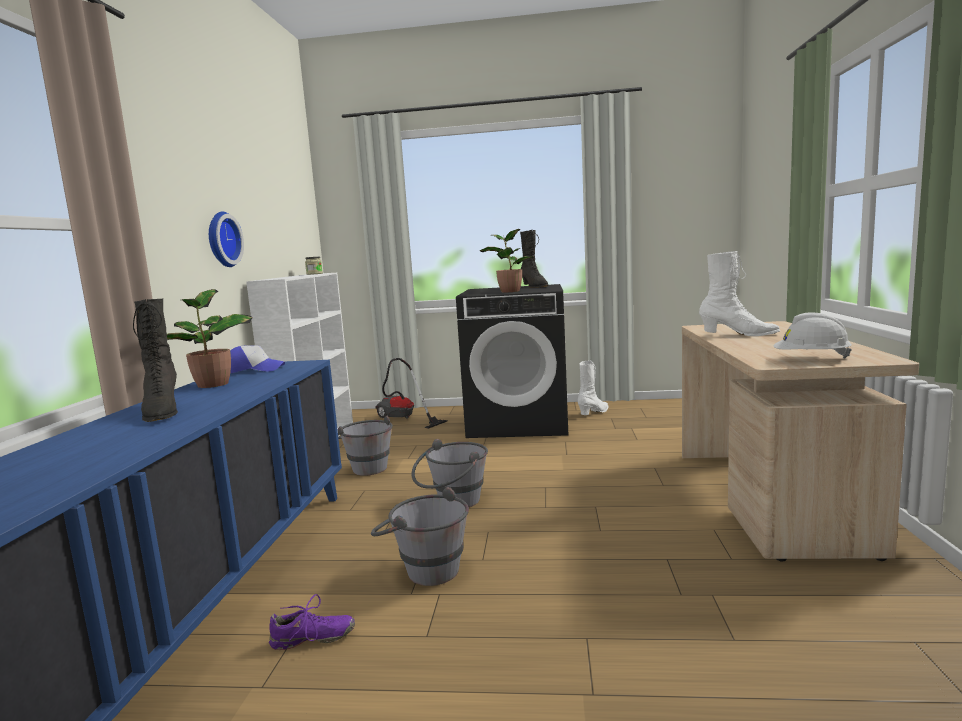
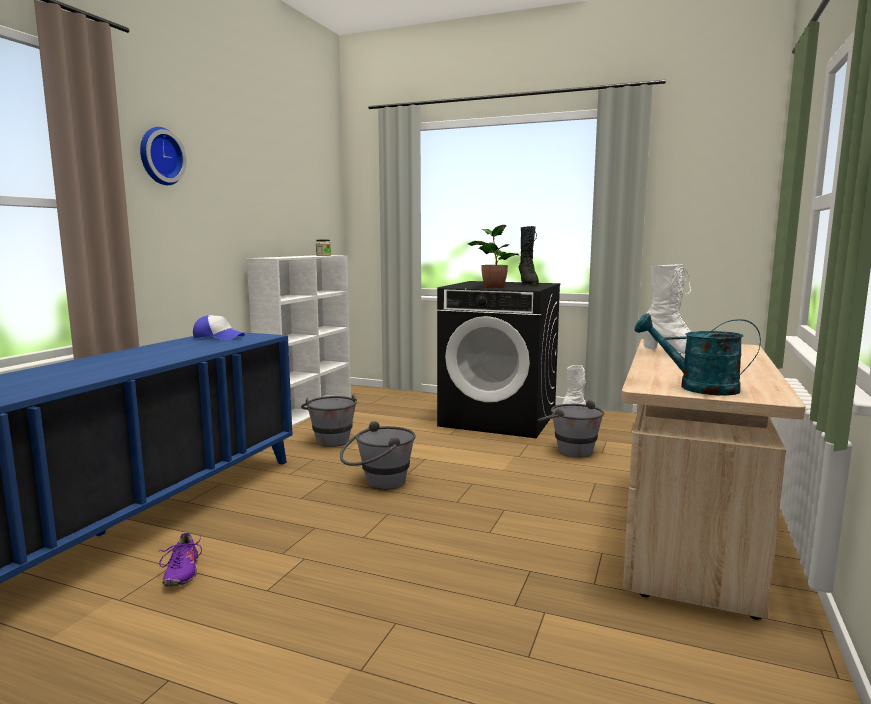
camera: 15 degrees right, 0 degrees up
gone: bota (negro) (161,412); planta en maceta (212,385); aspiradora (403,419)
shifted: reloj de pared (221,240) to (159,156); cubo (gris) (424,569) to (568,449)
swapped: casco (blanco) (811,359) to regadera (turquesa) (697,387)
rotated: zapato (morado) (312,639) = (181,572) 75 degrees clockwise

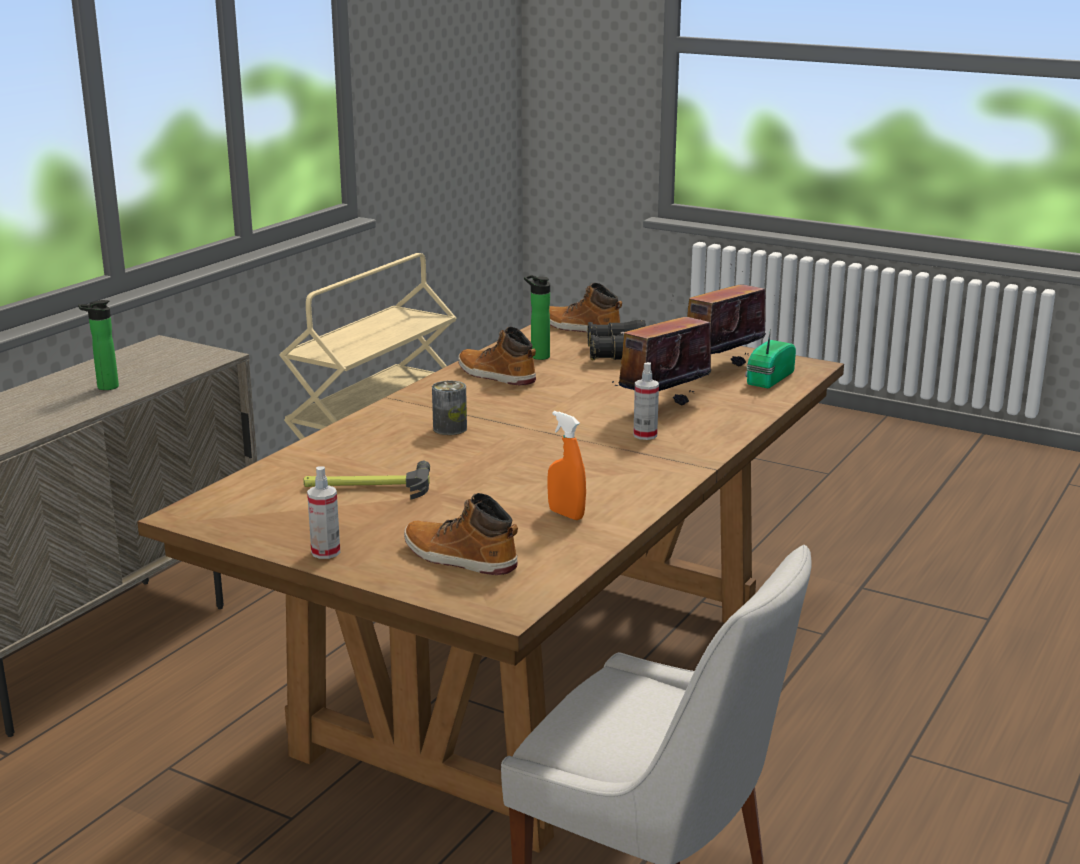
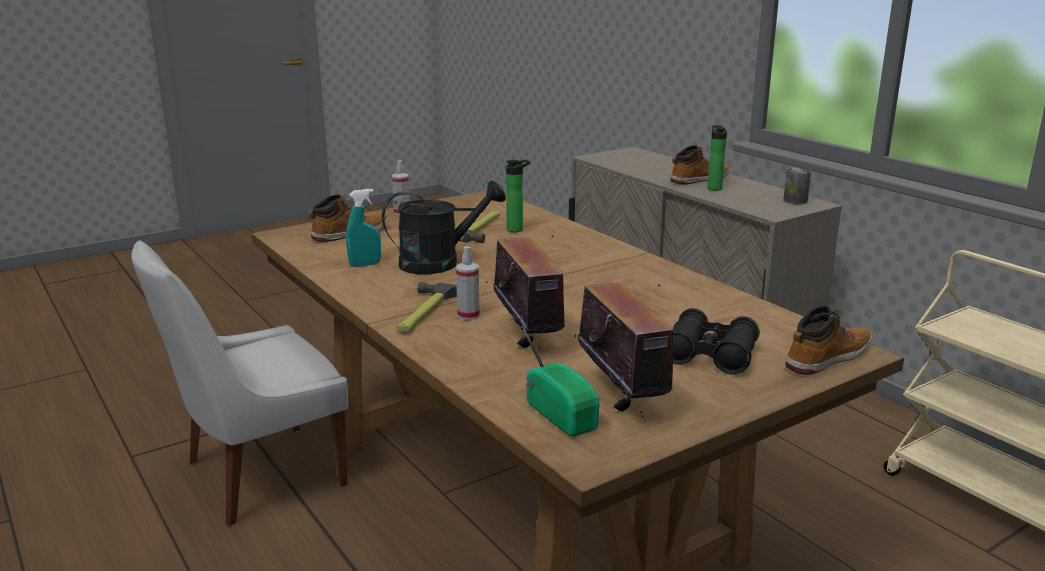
camera: 115 degrees right, 0 degrees up
new: regadera (negro) (439,262); martillo (425,313)
shifted: lata (450,428) to (795,201); bota (495,375) to (699,179); botella (538,356) to (517,229)
repainted: pulverizador (naranja) (566,514) to pulverizador (turquesa) (365,264)

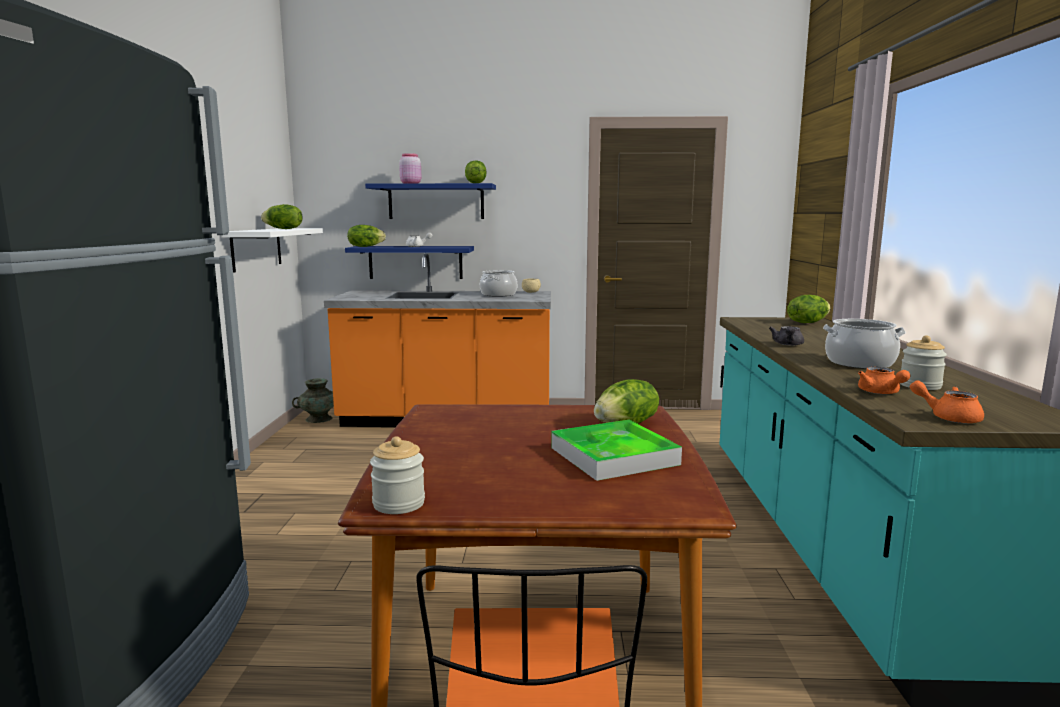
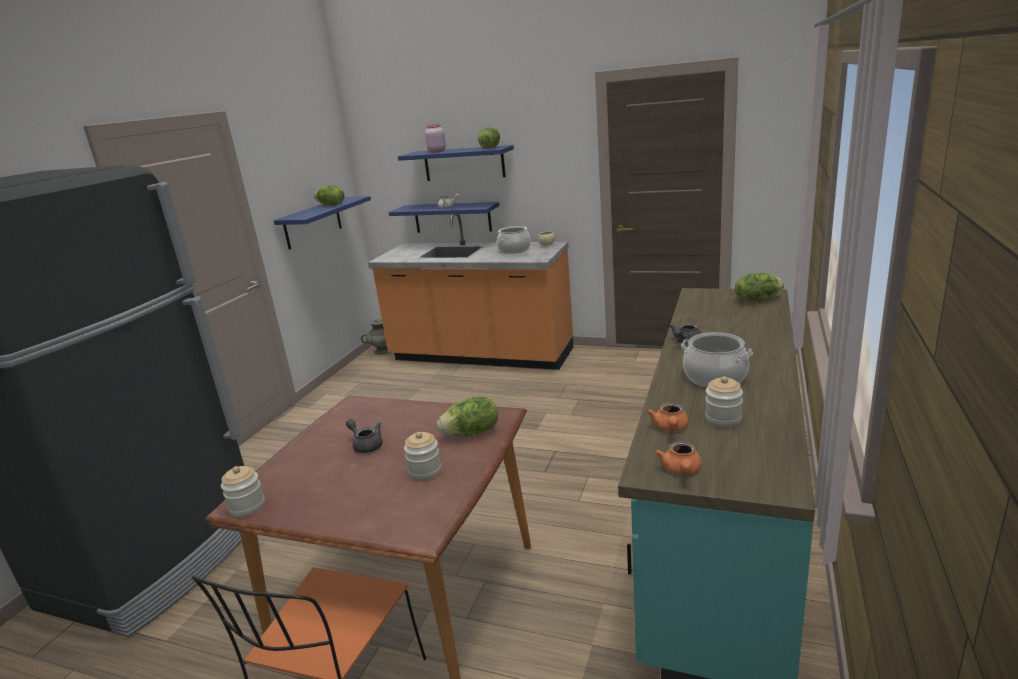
camera: 20 degrees right, 10 degrees up
gone: lechuga (365,246)
new: tetera (gris) (366,445)
swapped: bandeja (614,456) to tarro (425,471)
repainted: estante (blanco) (256,248) to estante (azul) (313,223)
rotated: tetera (naranja) (948,417) = (681,470) 135 degrees counterclockwise

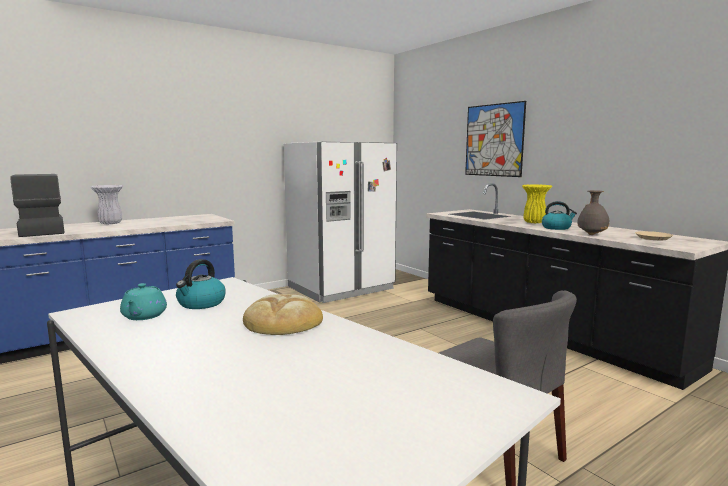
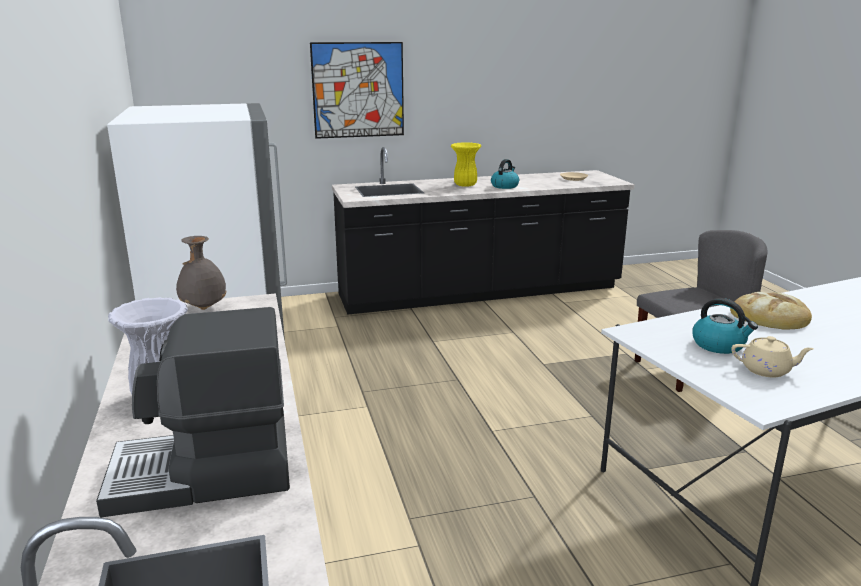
camera: 70 degrees left, 10 degrees up
shifted: florero (gris) (592,234) to (203,307)
repainted: tetera (turquesa) (144,316) to tetera (beis) (767,370)

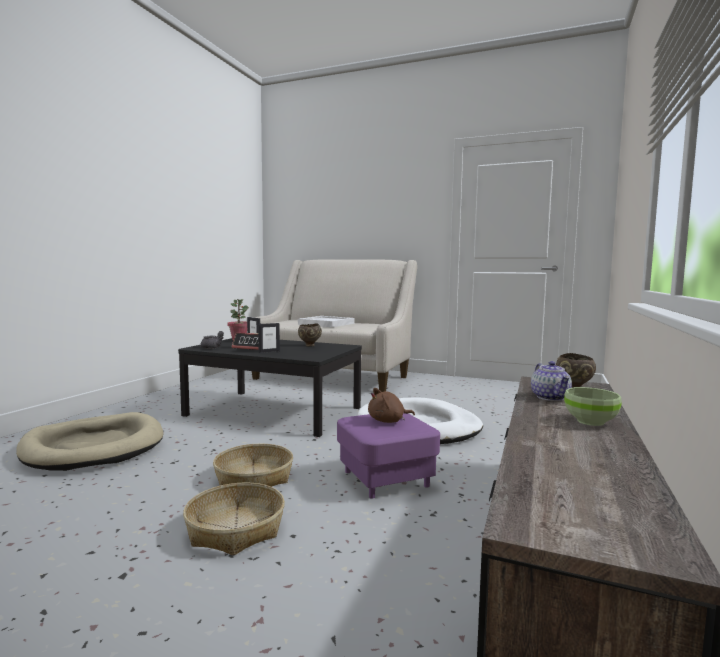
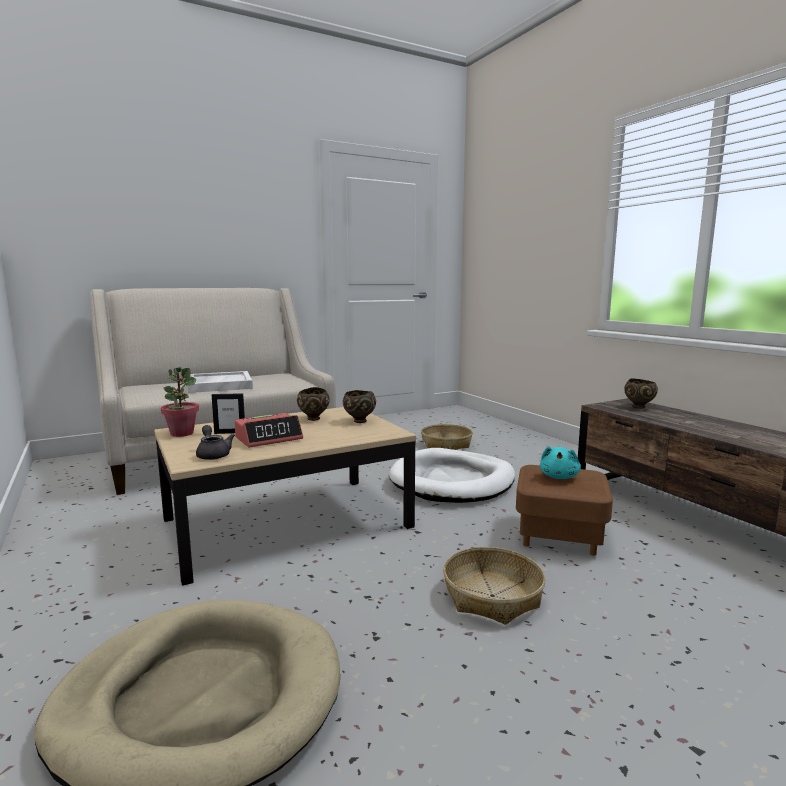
camera: 50 degrees left, 5 degrees up
gone: portarretratos (269,351); tetera (550,397); cuenco (verde) (591,421)
new: cuenco (marrón) (359,421)
shifted: cesta (235,529) to (446,444)
repainted: mesa de centro (negro) (274,411) to mesa de centro (beis) (287,523); puf (morado) (386,479) to puf (marrón) (559,535); peluche (marrón) (388,421) to peluche (turquesa) (559,477)

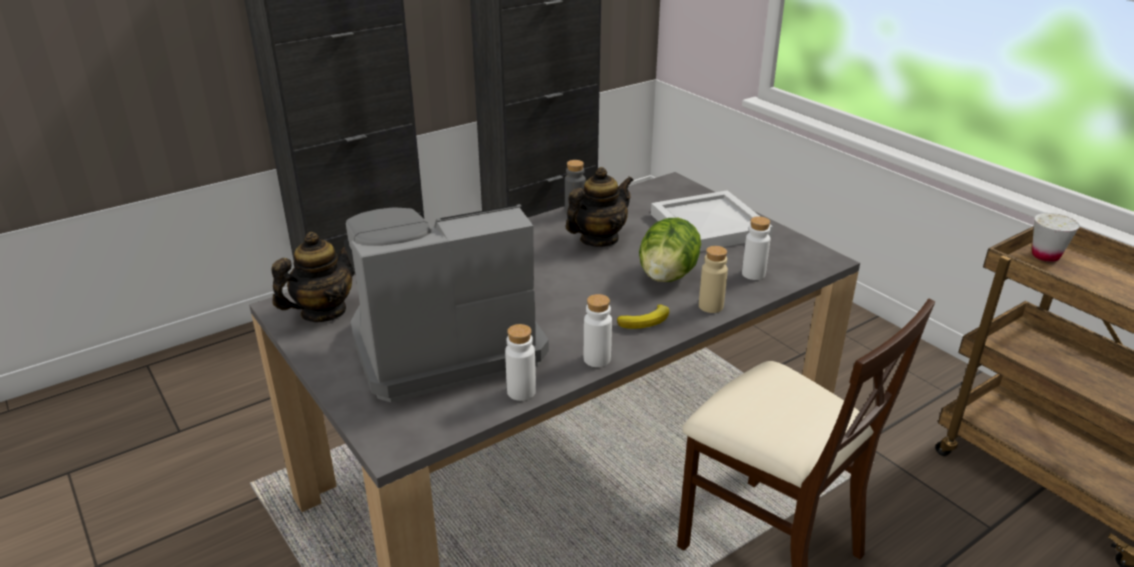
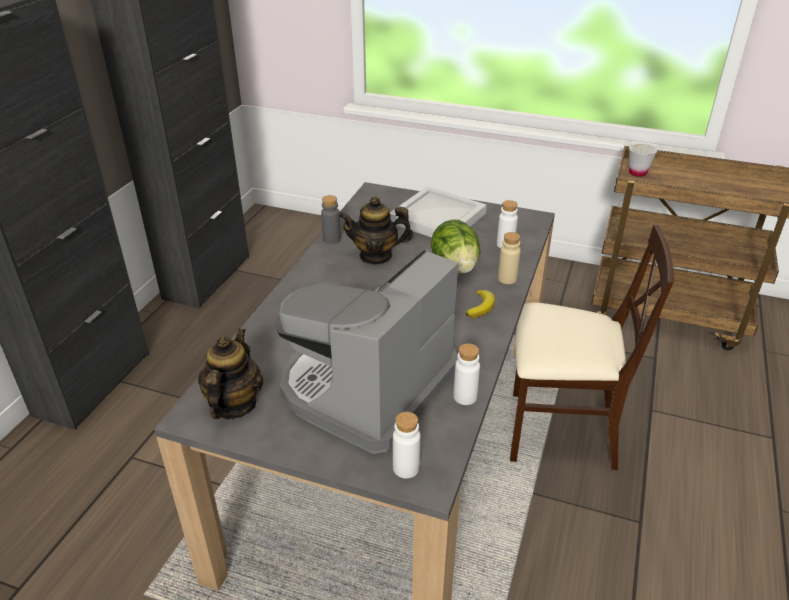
camera: 35 degrees left, 5 degrees up
shifted: botella (blanco) (597,359) to (406,468)
rotated: tetera (598,239) = (376,256) 105 degrees counterclockwise

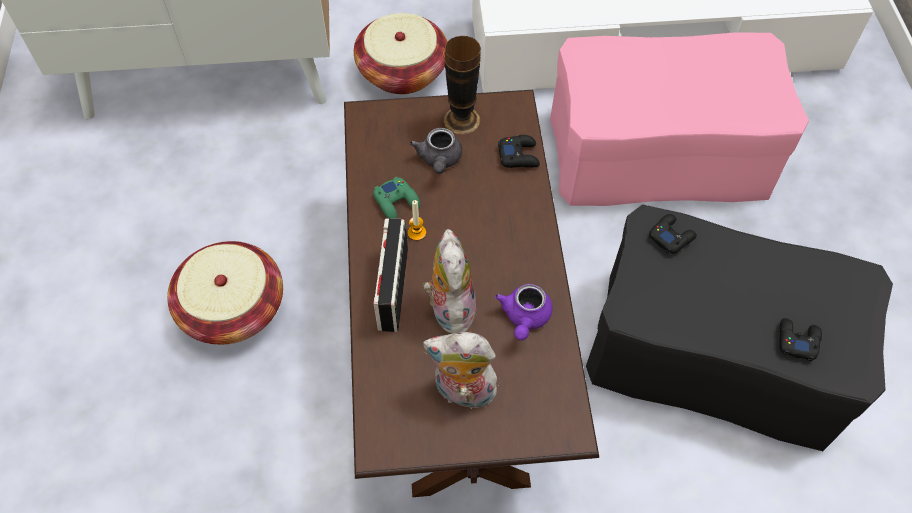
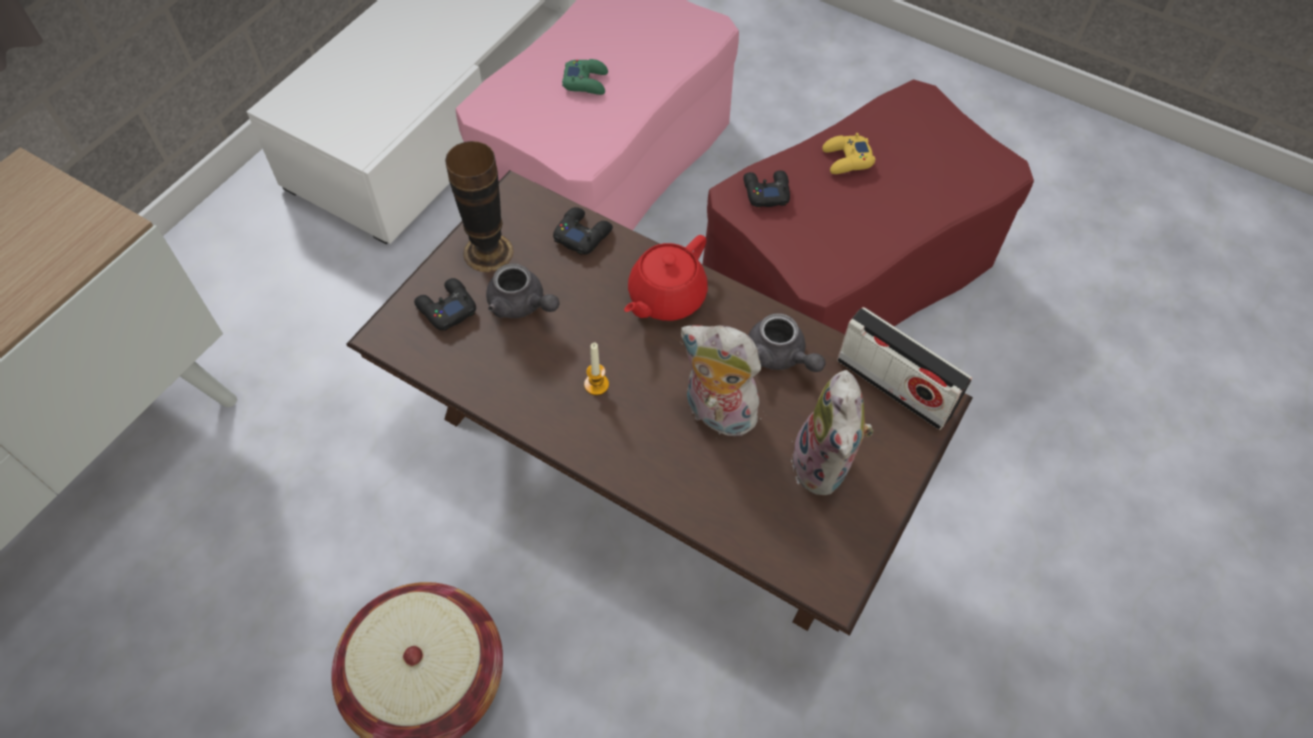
camera: 55 degrees left, 0 degrees up
gone: cesta (402,72)
new: tetera (rojo) (665,297); mando de consola (amarillo) (846,159)
shifted: mando de consola (verde) (397,202) to (586,81); radio (393,289) to (893,387); mando de consola (negro) (797,340) to (446,308)
repainted: tetera (morado) (525,318) to tetera (gris) (780,356); puf (negro) (717,353) to puf (rojo) (847,270)
rotated: peluche (463,393) = (825,466) 45 degrees counterclockwise

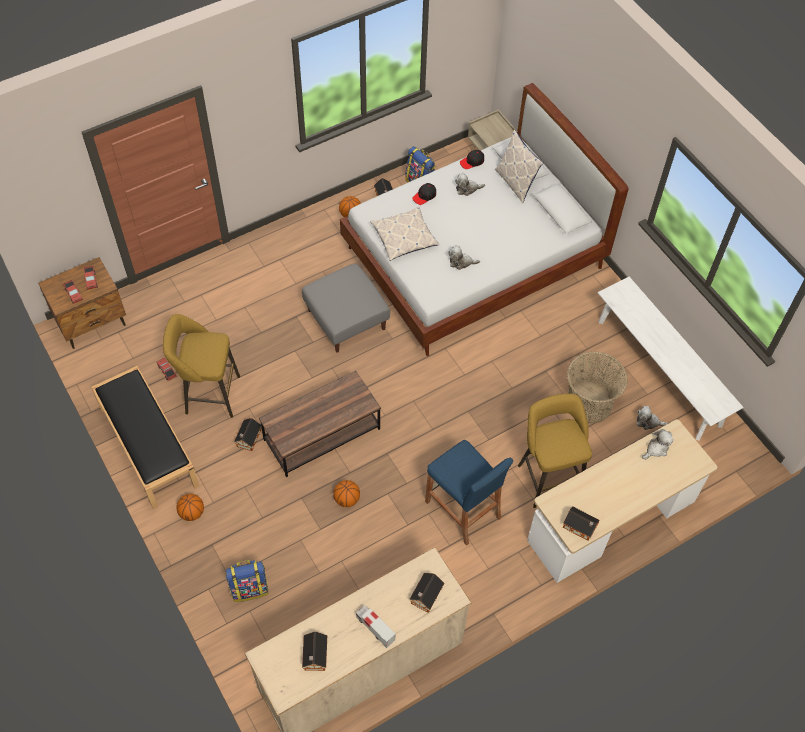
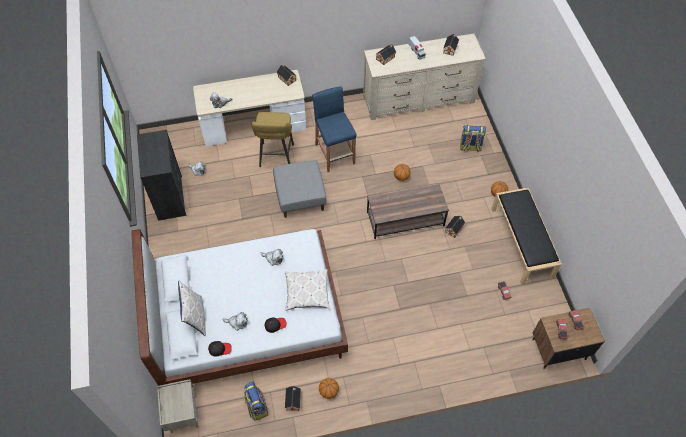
camera: 160 degrees left, 0 degrees up
gone: taburete (amarillo) (209,394); cesta (589,402)
shifted: puf (gris) (347,320) to (300,197)
swapped: banco (blanco) (658,372) to cómoda (negro) (170,197)

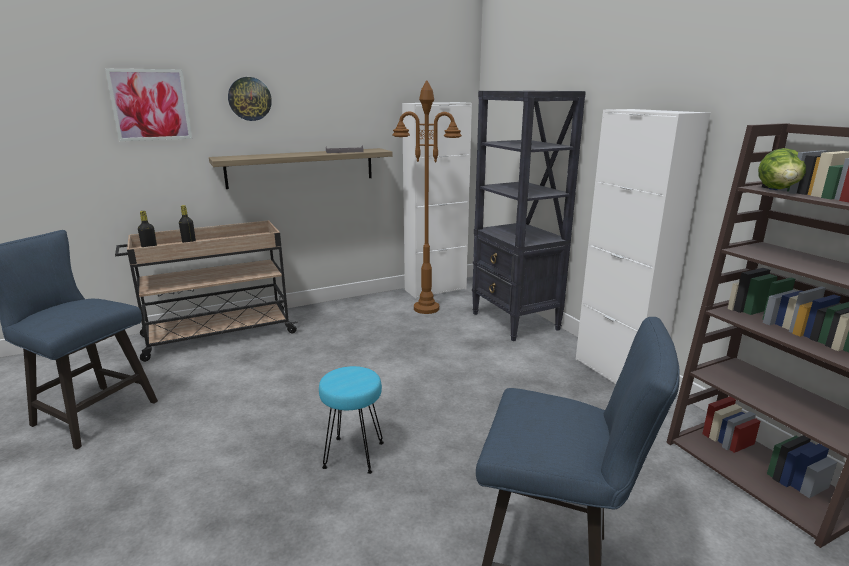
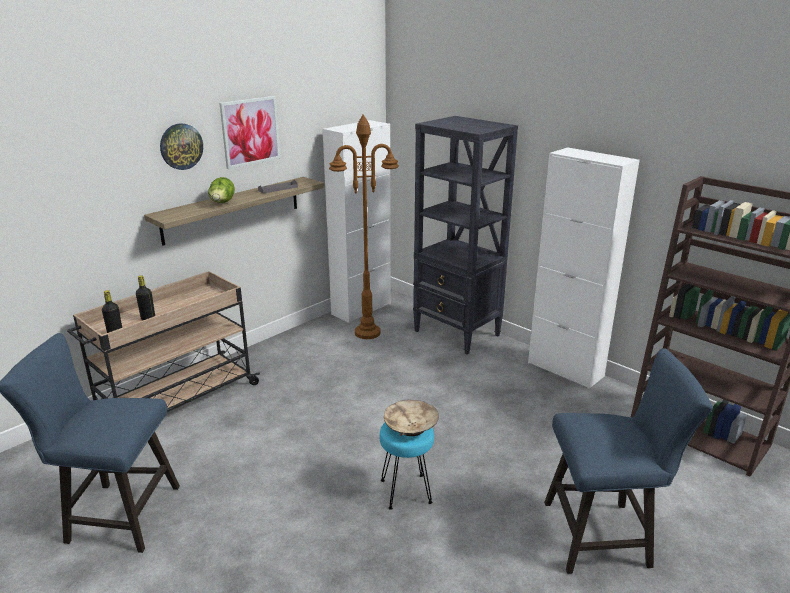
camera: 20 degrees left, 5 degrees up
new: cuenco (beis) (411,427)
shifted: cuadro (150,105) to (250,131); lechuga (778,190) to (222,203)

